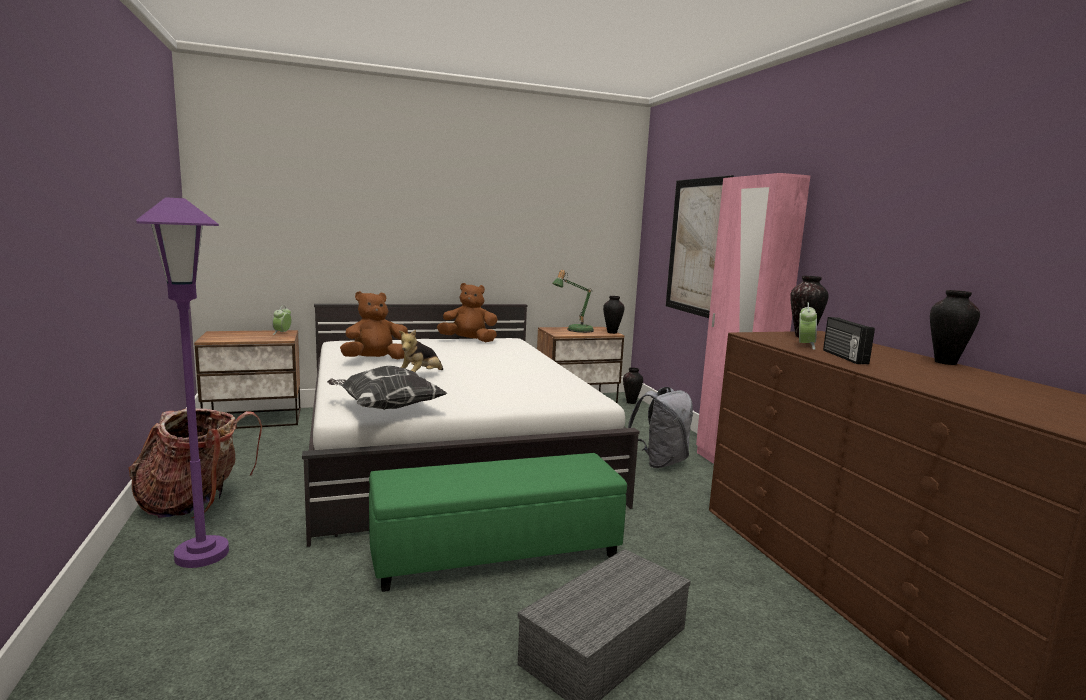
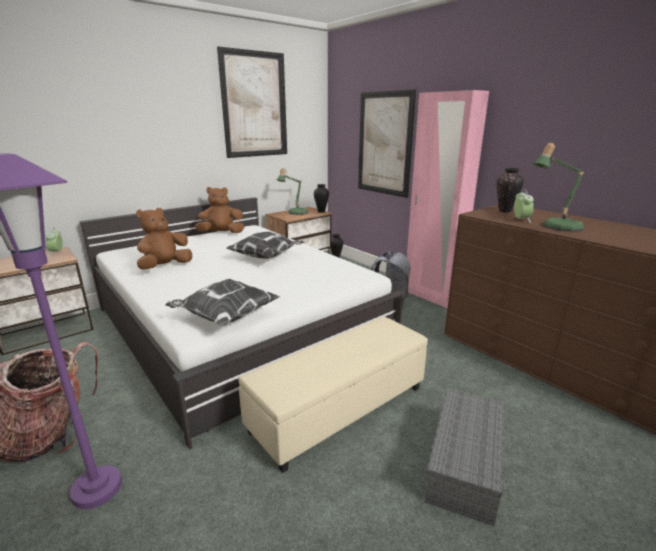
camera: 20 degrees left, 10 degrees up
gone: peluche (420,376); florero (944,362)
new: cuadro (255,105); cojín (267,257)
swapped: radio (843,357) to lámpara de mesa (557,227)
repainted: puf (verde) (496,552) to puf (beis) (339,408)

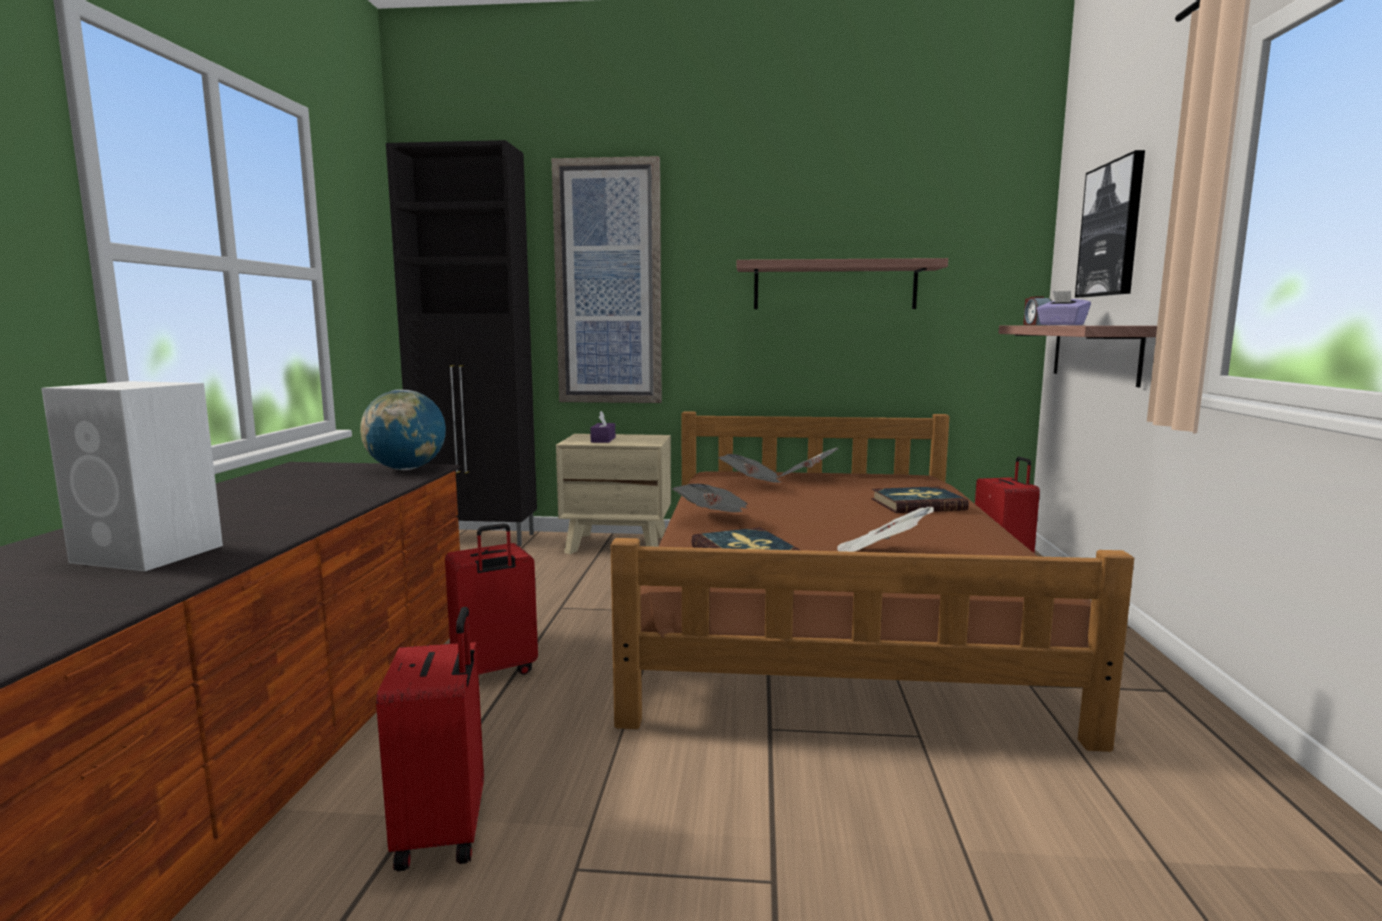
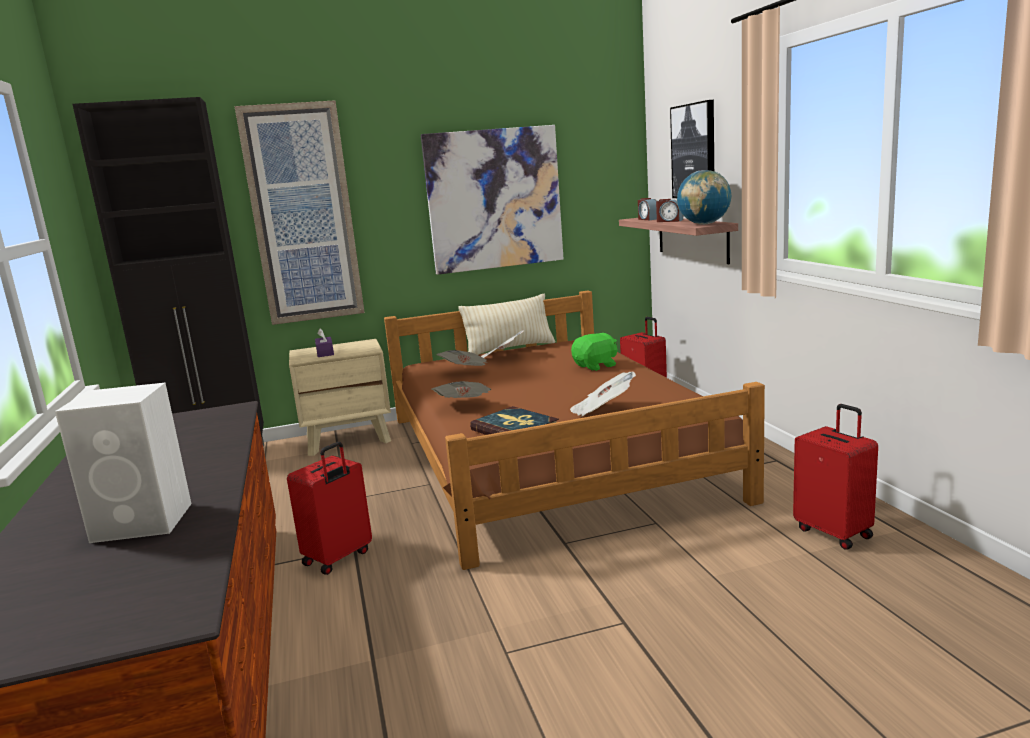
camera: 20 degrees left, 5 degrees up
new: cojín (beis) (509,349)
shifted: globo terráqueo (406,469) to (704,224); maleta (rojo) (444,832) to (834,532)
swapped: estante (834,286) to cuadro (494,199); libro (917,504) to peluche (verde) (596,366); caja de pañuelos (morado) (1061,325) to despertador (669,221)

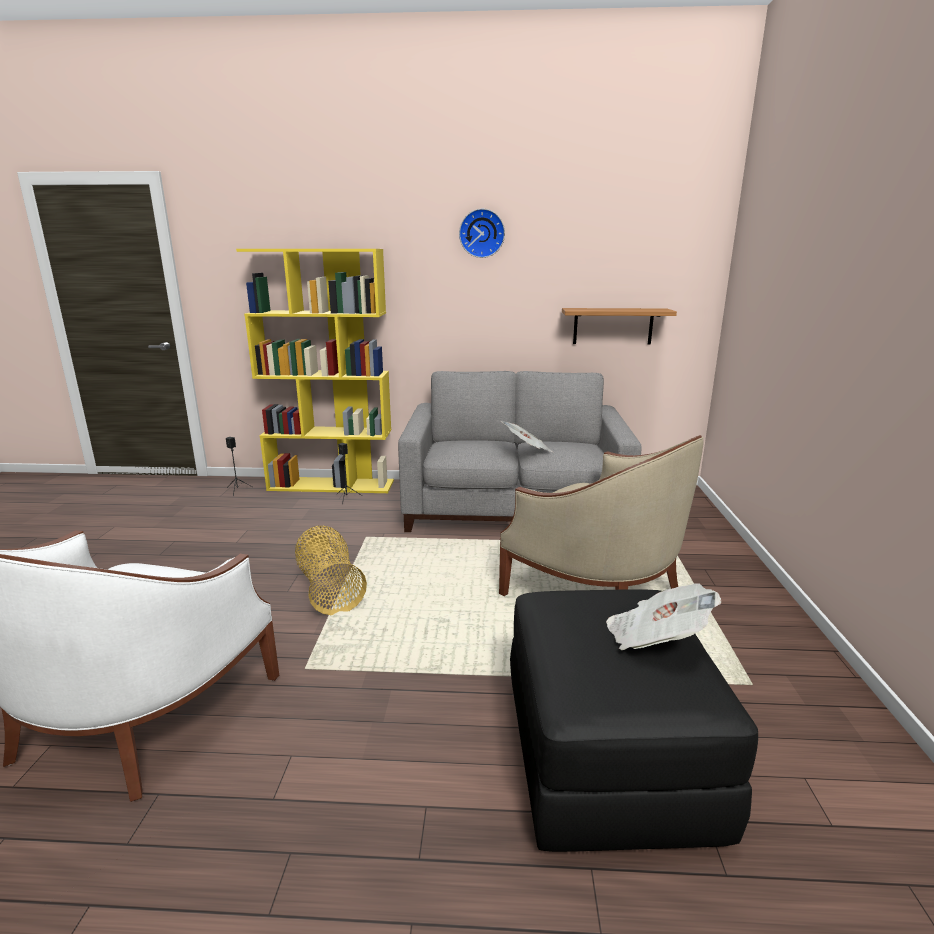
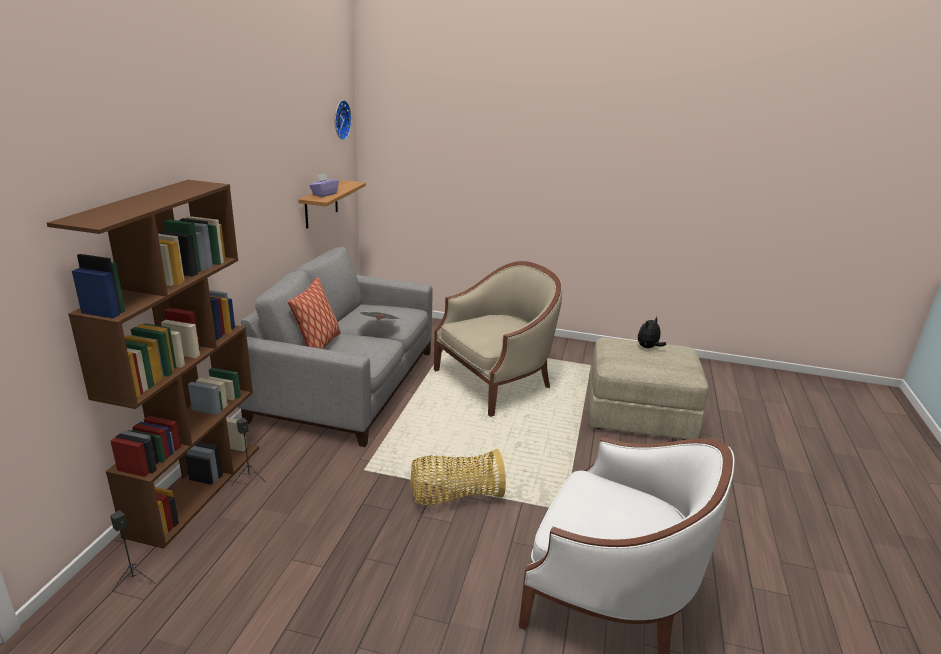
camera: 80 degrees left, 5 degrees up
new: cojín (318,346); caja de pañuelos (morado) (324,194)
shifted: reloj de pared (482,233) to (340,119)
swapped: periódico (655,638) to peluche (648,347)
repainted: estantería (amarillo) (332,485) to estantería (marrón) (196,488); puf (negro) (608,758) to puf (beis) (639,414)

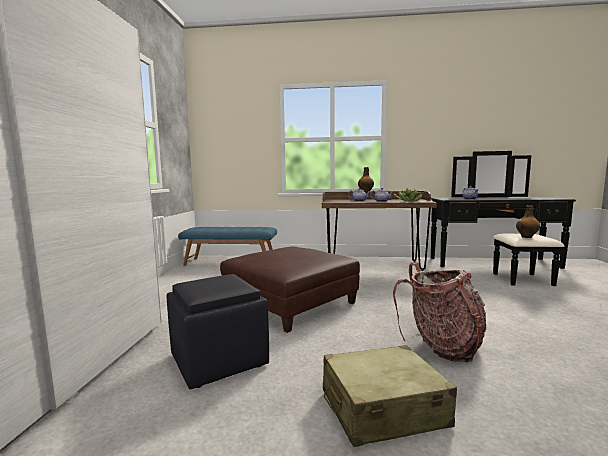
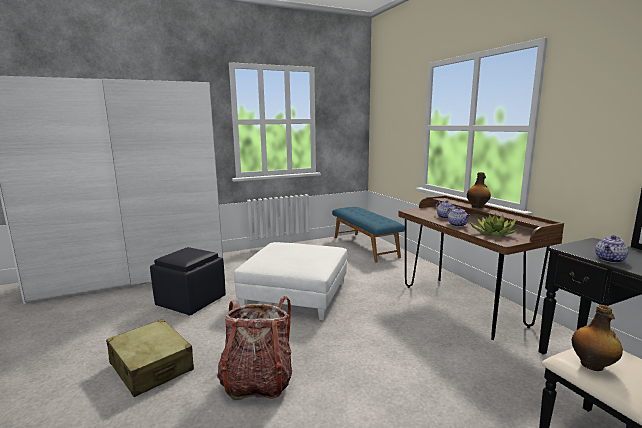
camera: 60 degrees right, 5 degrees up
repainted: puf (marrón) (290,303) to puf (blanco) (296,295)

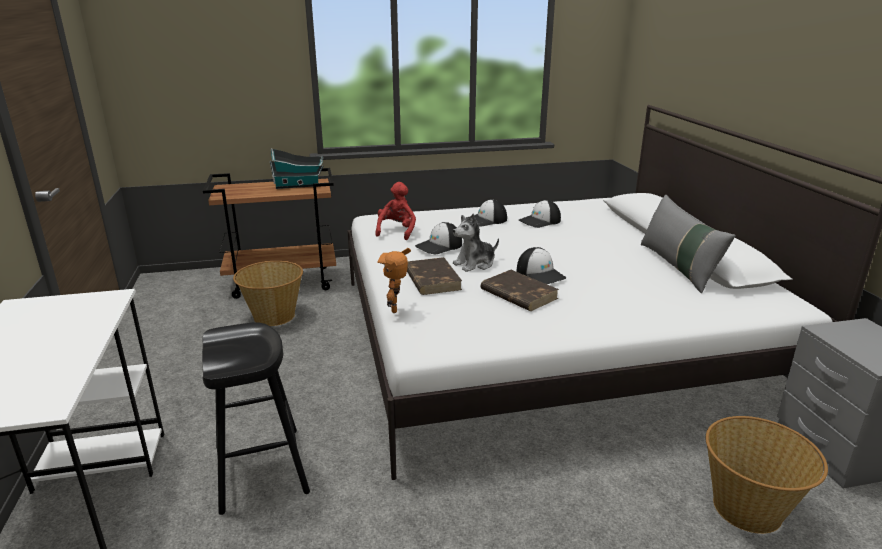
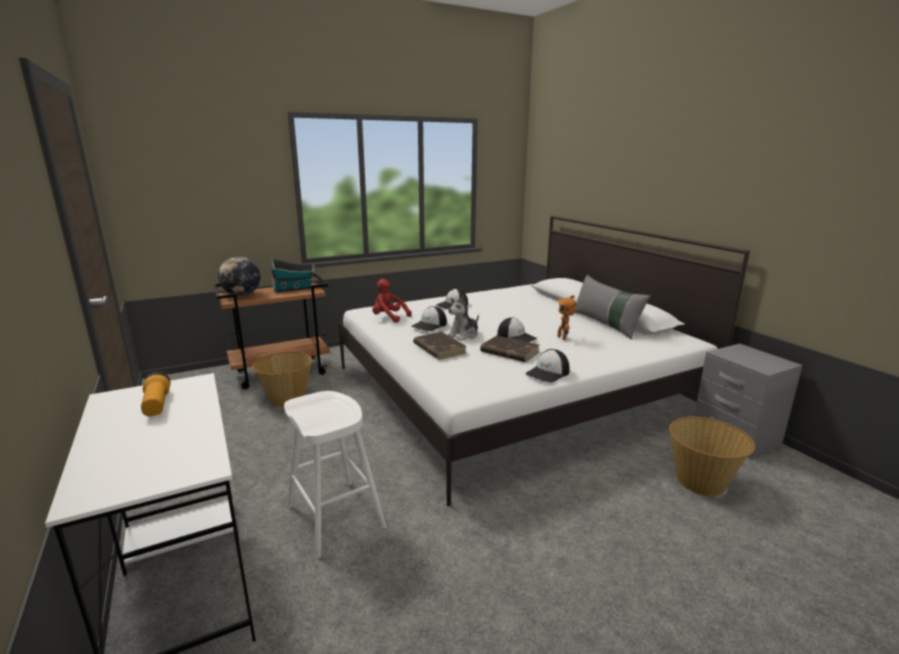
camera: 15 degrees left, 5 degrees down
new: linterna (157,405); globo terráqueo (242,295)
shifted: robot de juguete (397,309) to (563,338); gorra (540,221) to (548,373)
repainted: taburete (negro) (261,468) to taburete (blanco) (335,516)
rotated: peluche (rojo) (397,231) = (389,318) 60 degrees counterclockwise

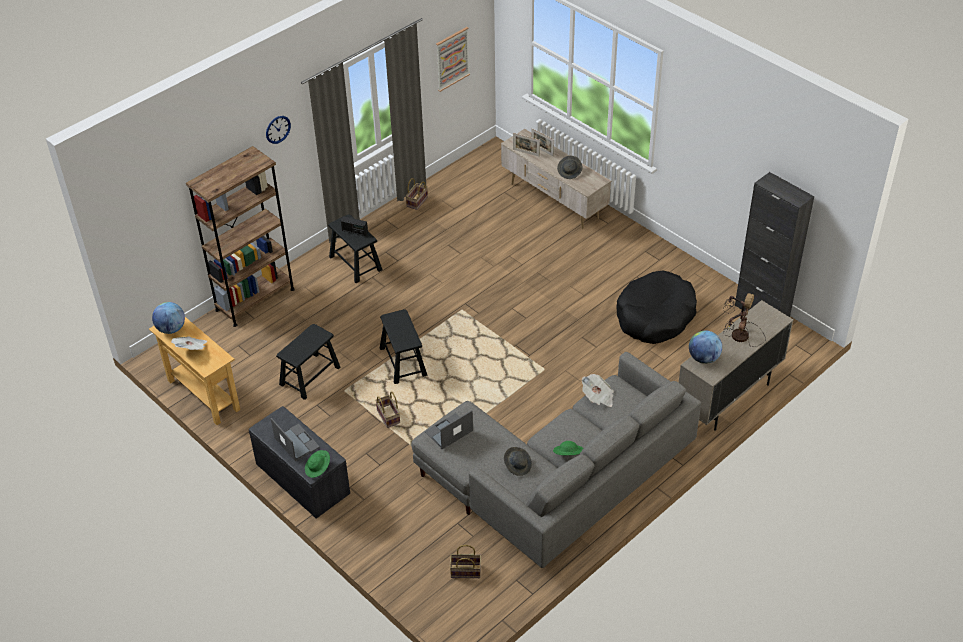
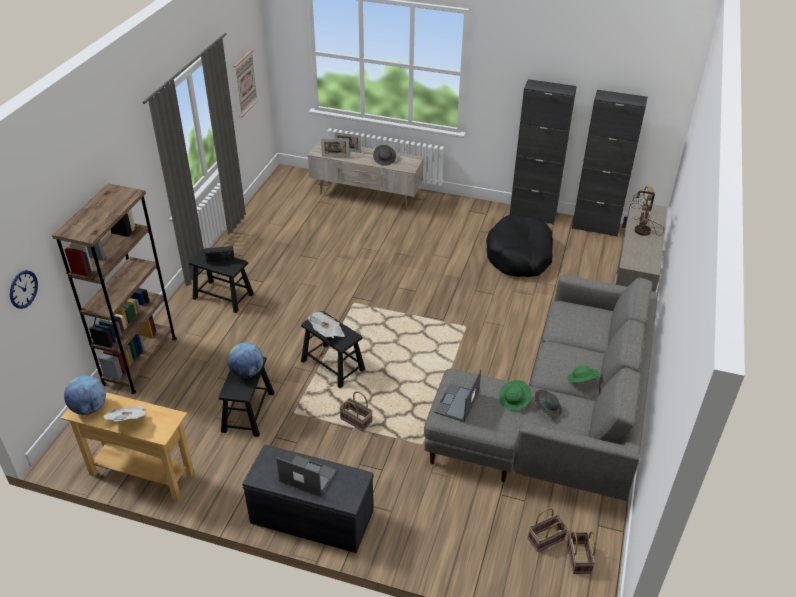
camera: 30 degrees left, 5 degrees down
new: armario (negro) (532,215)
shifted: reloj de pared (278,129) to (23,289); sombrero (verde) (318,468) to (514,401); cesta (417,202) to (579,559); periódico (598,397) to (327,333); globo terráqueo (703,358) to (247,372)

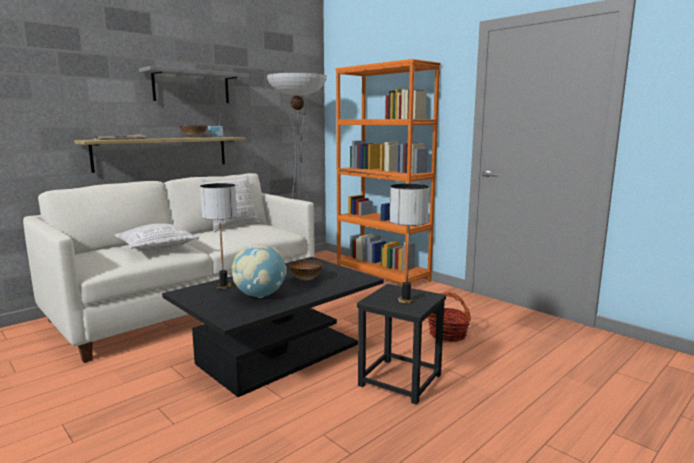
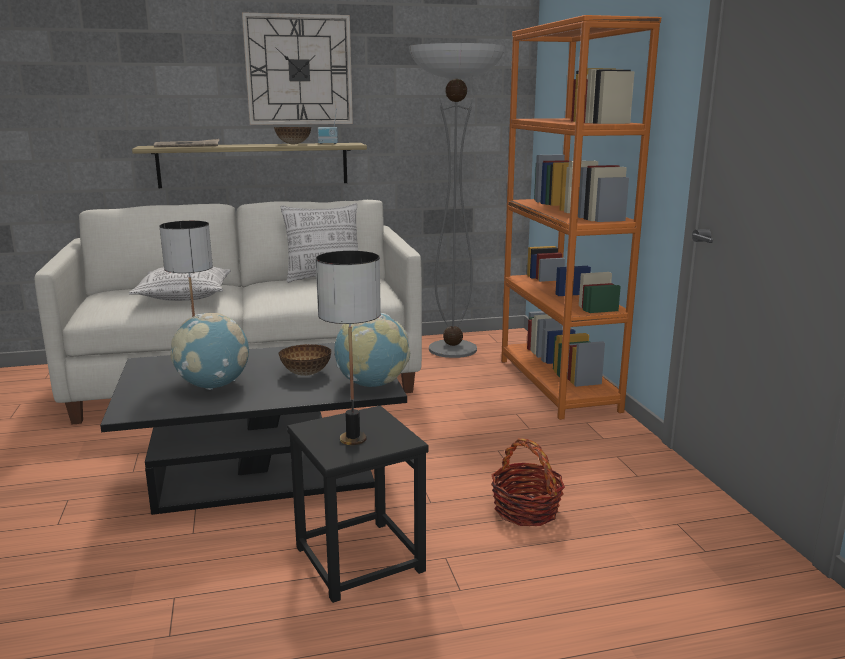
camera: 30 degrees right, 5 degrees up
new: globo terráqueo (372,384)
swapped: estante (gris) (191,87) to reloj de pared (299,70)

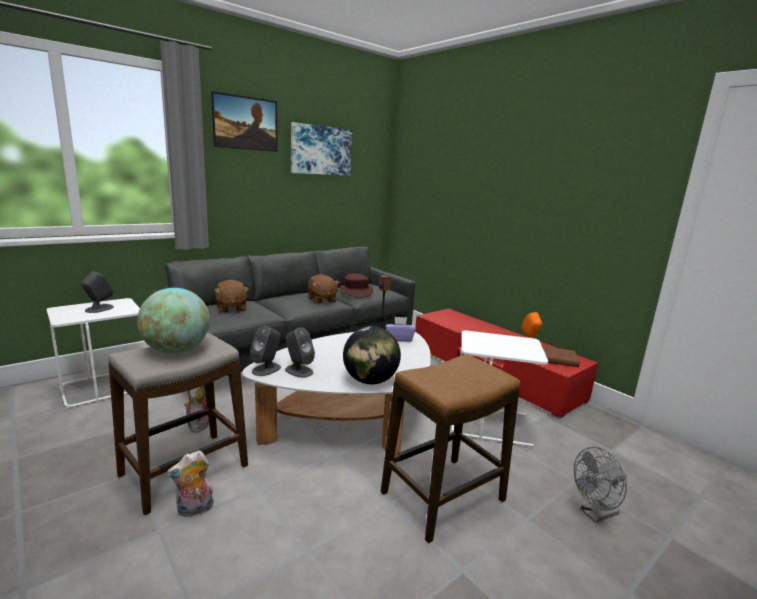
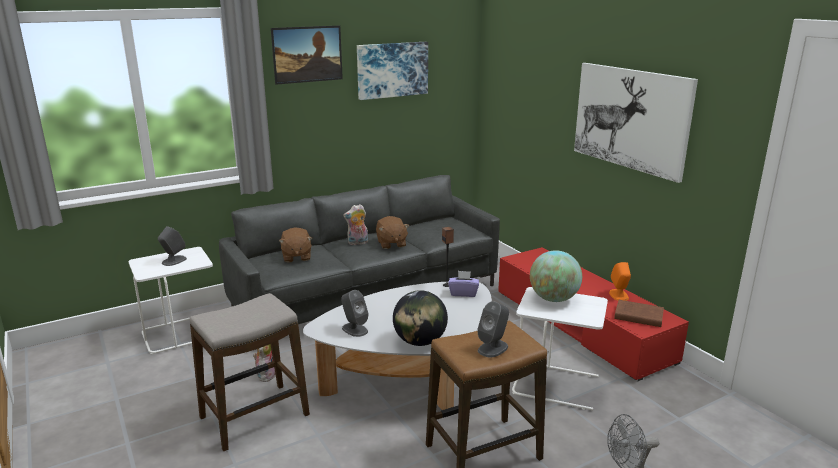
camera: 10 degrees right, 5 degrees up
gone: sombrero (marrón) (356,291)
new: cuadro (630,118)
shifted: globo terráqueo (177,350) to (553,299); peluche (194,510) to (357,243); altavoz (gris) (266,369) to (493,348)

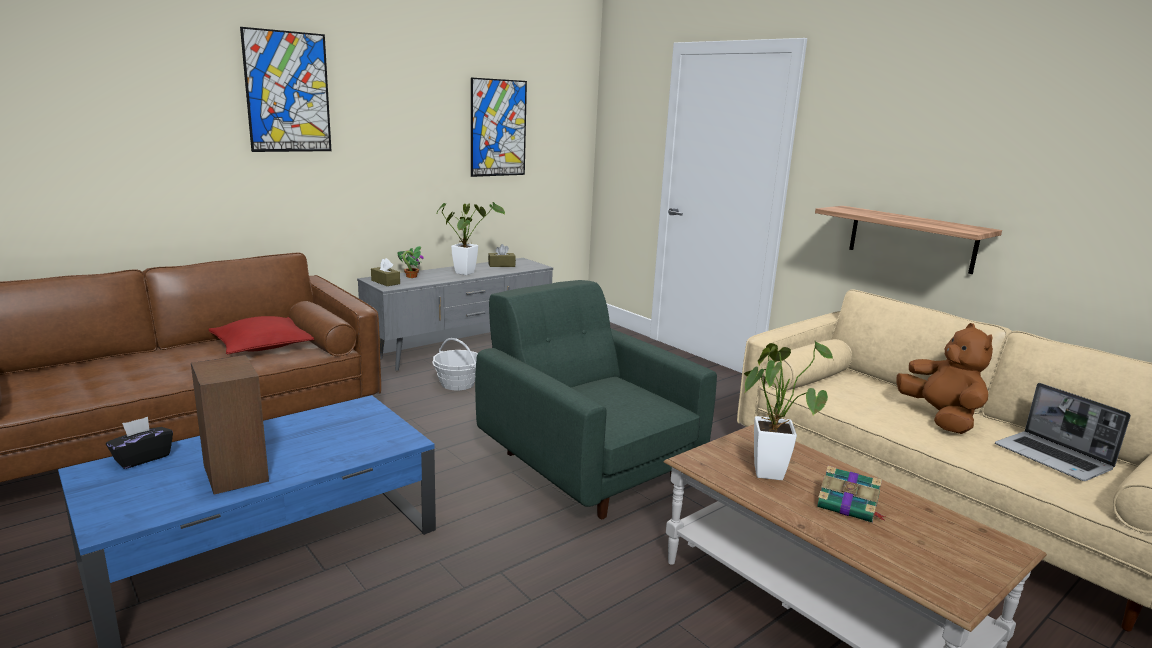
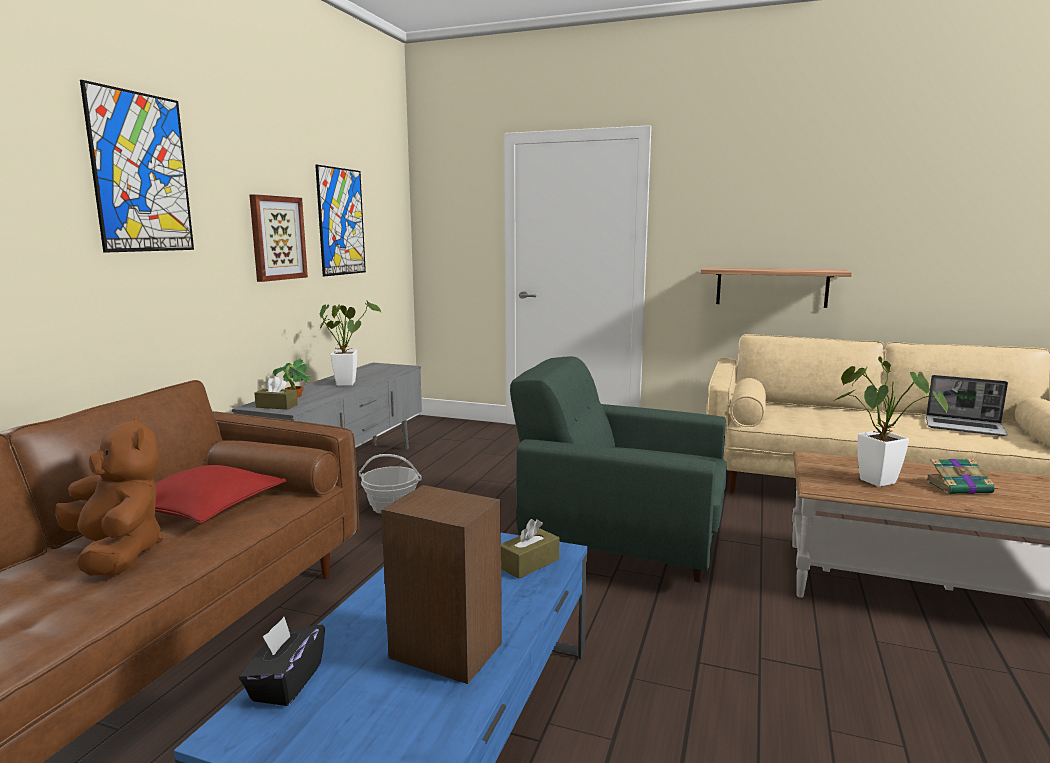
camera: 30 degrees left, 5 degrees down
new: cuadro (277,238)
shifted: caja de pañuelos (marrón) (501,265) to (529,563); peluche (marrón) (940,418) to (117,554)

